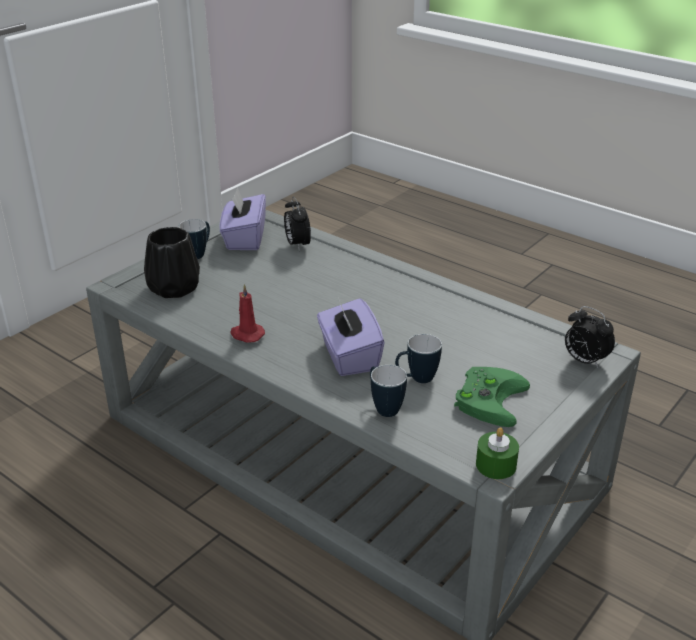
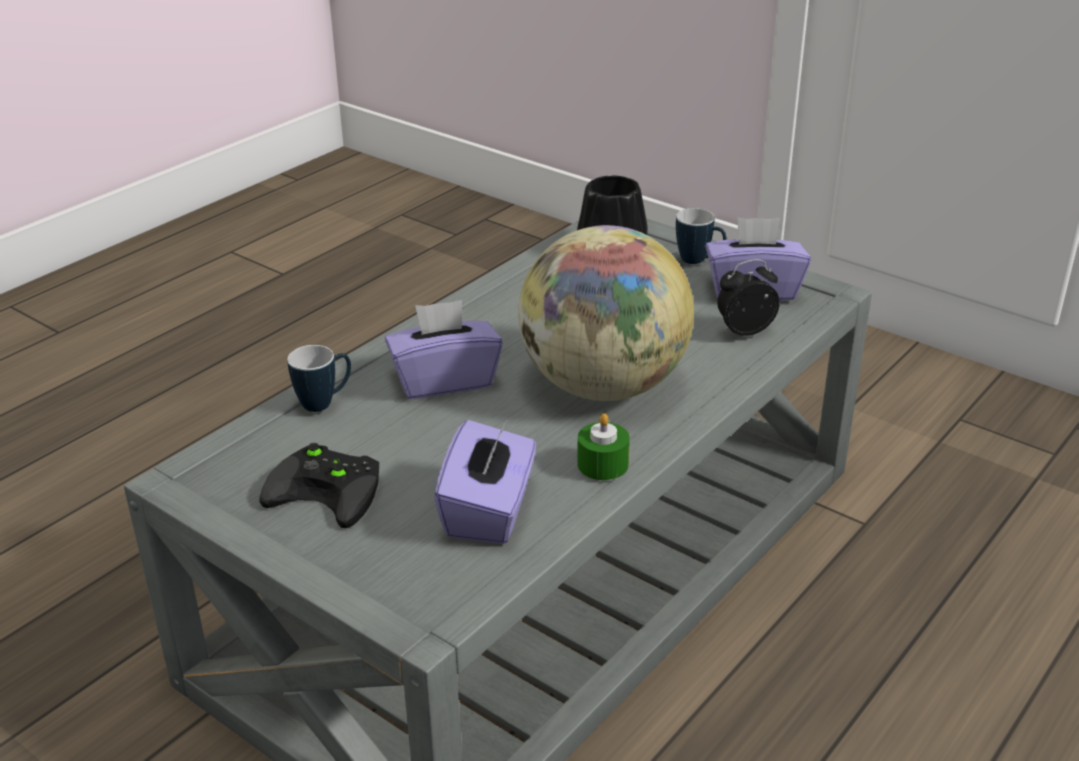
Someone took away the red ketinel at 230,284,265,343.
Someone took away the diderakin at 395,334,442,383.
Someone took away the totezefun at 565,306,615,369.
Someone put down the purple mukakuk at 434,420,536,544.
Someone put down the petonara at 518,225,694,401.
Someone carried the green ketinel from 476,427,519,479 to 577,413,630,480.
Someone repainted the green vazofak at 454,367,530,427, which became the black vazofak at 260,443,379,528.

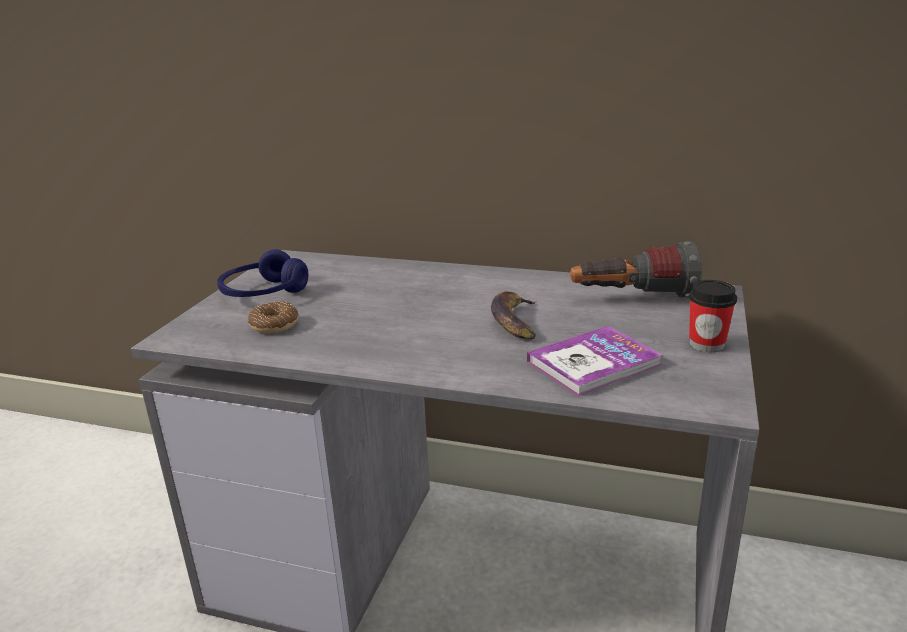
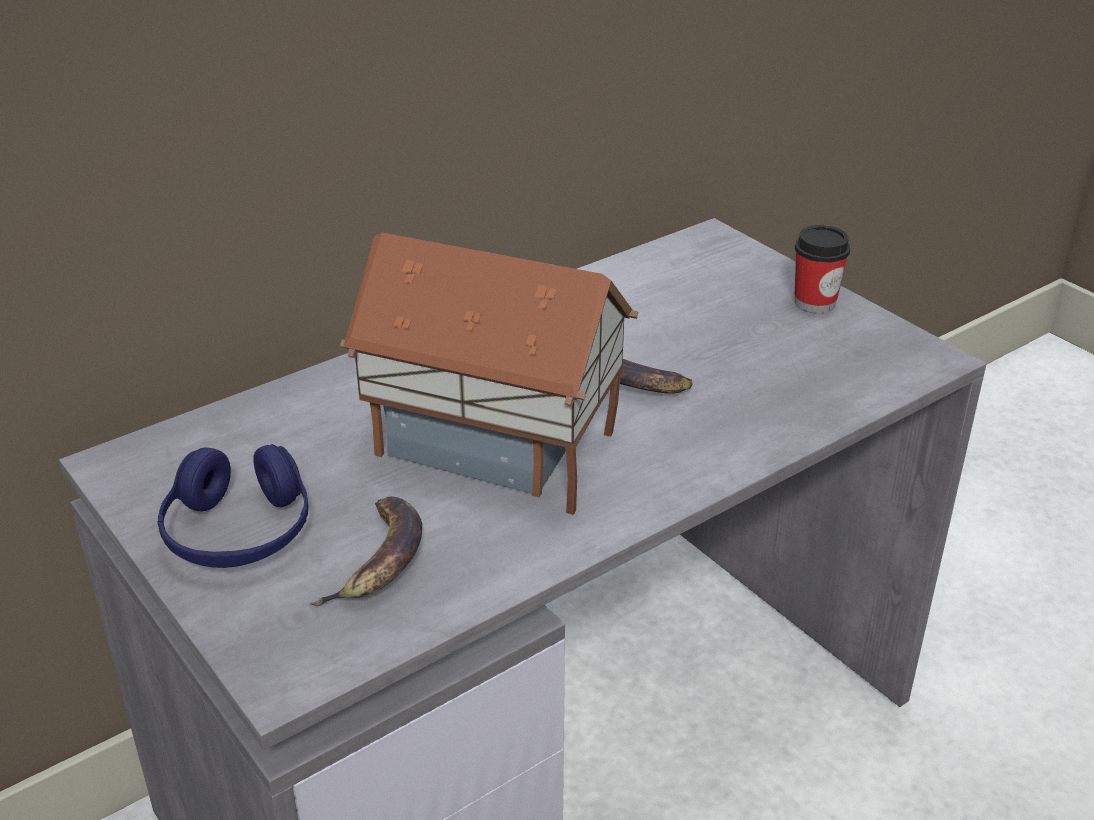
Someone took away the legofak at 527,326,663,396.
Someone took away the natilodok at 570,241,702,298.
Someone put down the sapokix at 340,233,639,515.
Someone swapped the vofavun at 248,301,299,333 for the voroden at 310,496,422,606.

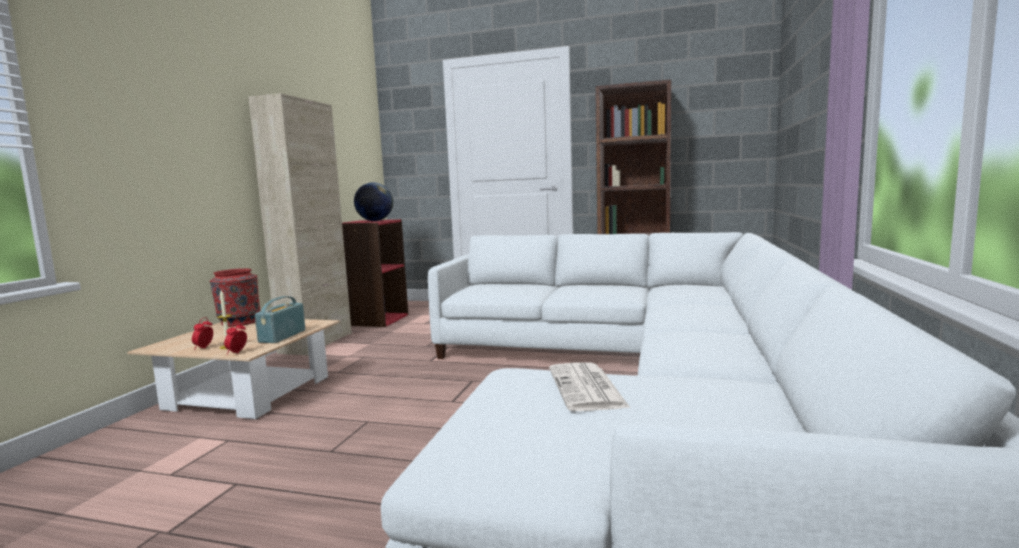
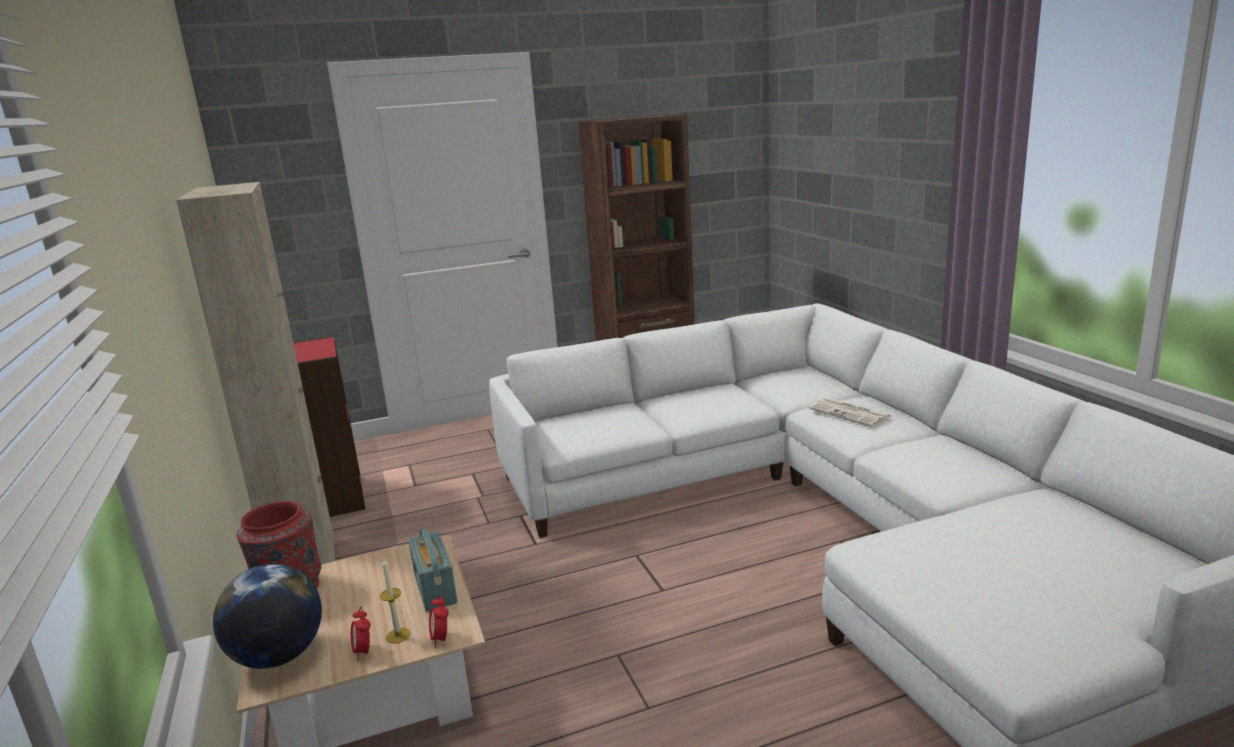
Someone carried the petonara from 354,182,393,221 to 213,564,322,669.
Someone carried the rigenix from 549,362,630,411 to 809,398,892,427.

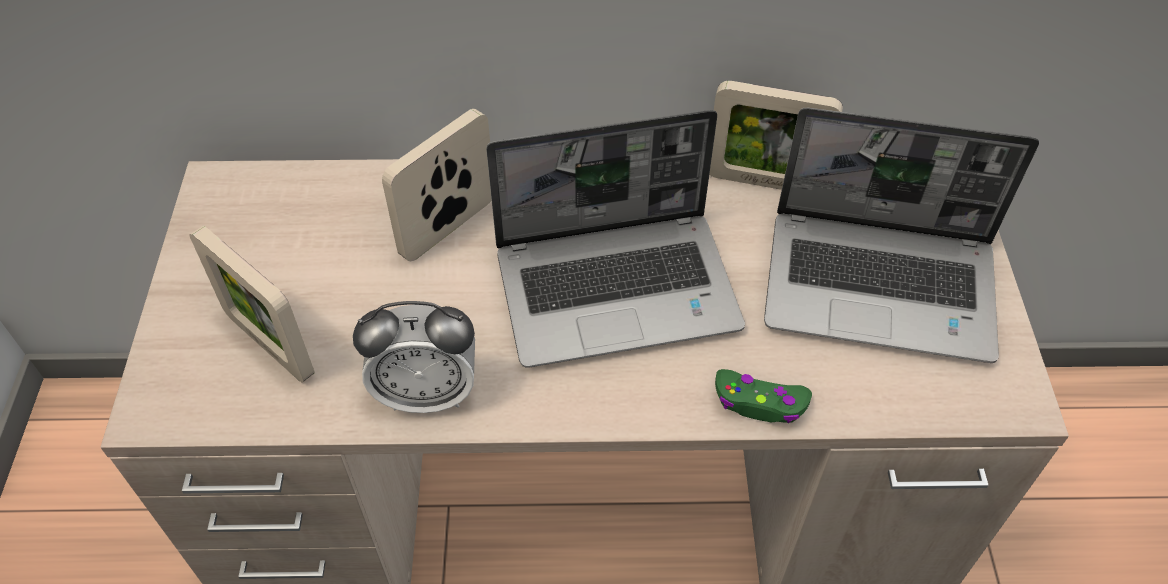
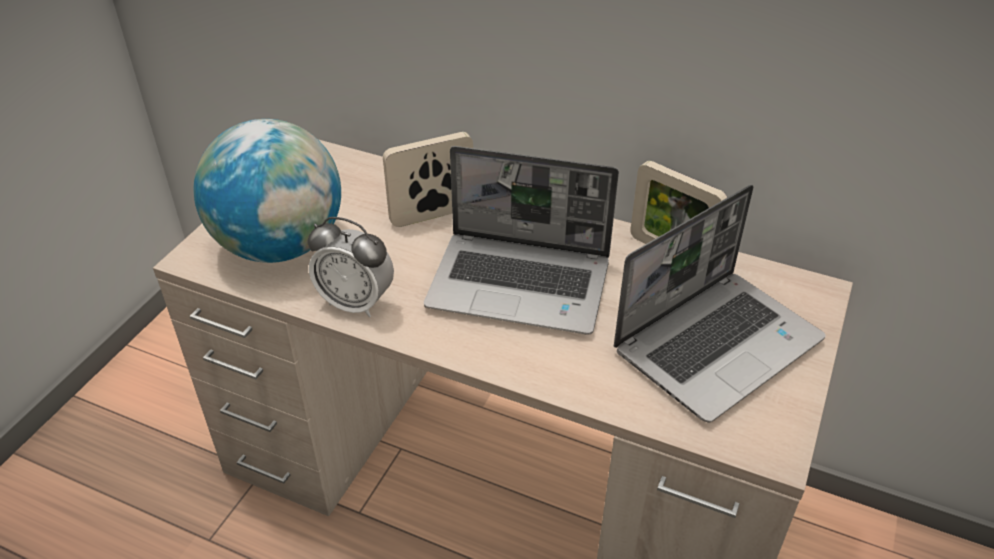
Someone took away the green vazofak at 715,369,812,423.
Someone swapped the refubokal at 190,226,315,382 for the petonara at 193,119,341,263.
Someone rotated the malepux at 764,108,1039,363 by 75 degrees counterclockwise.

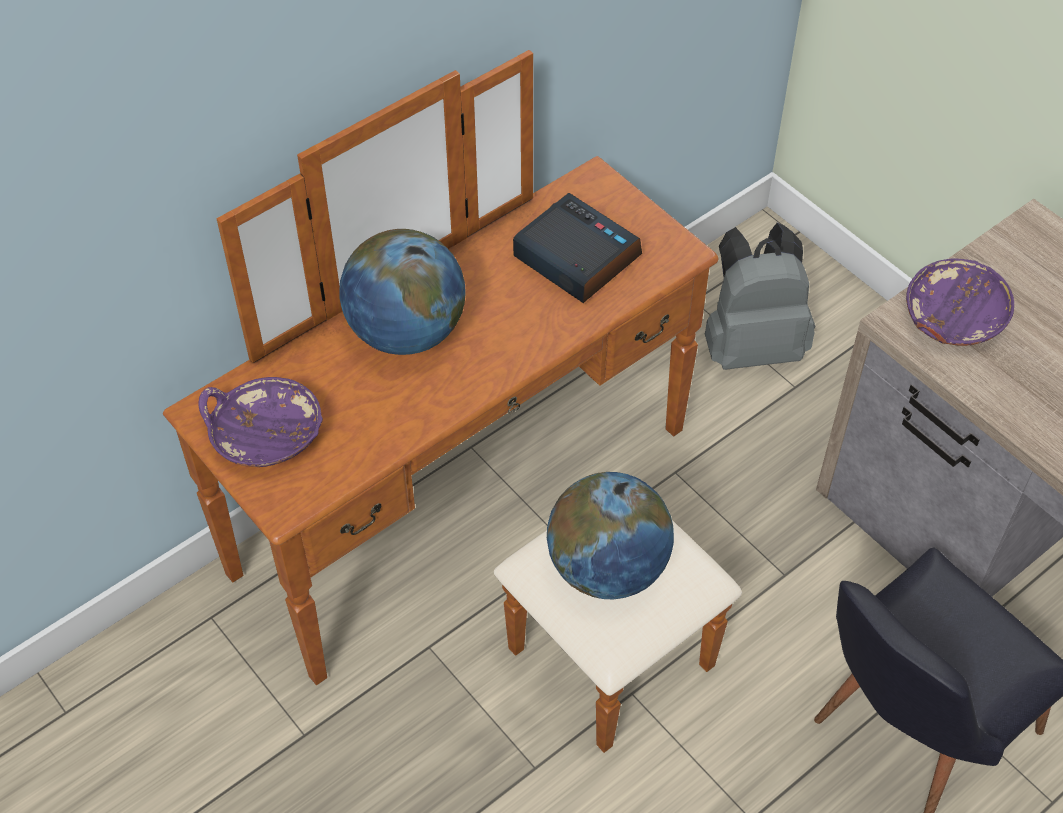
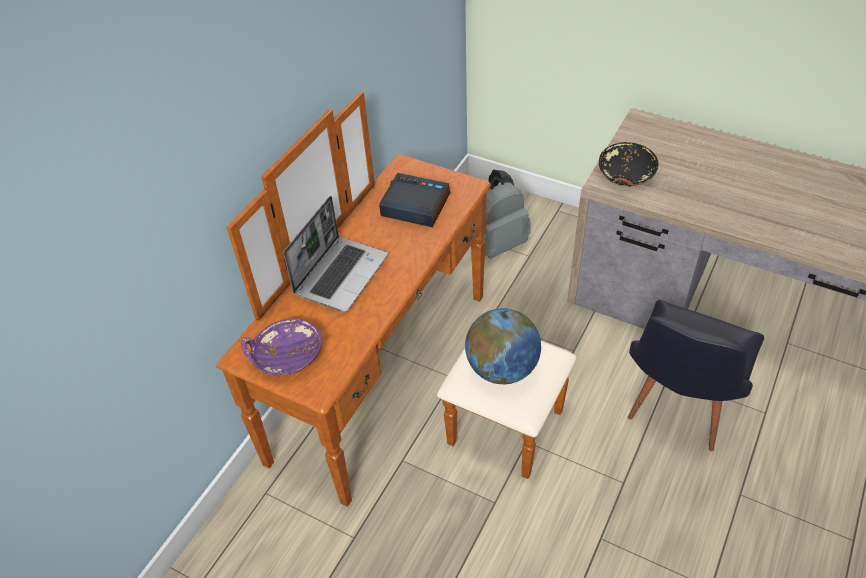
Someone swapped the petonara at 340,229,465,355 for the malepux at 283,196,388,312.
Someone repainted the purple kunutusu at 906,259,1014,346, which became the black kunutusu at 599,142,658,186.

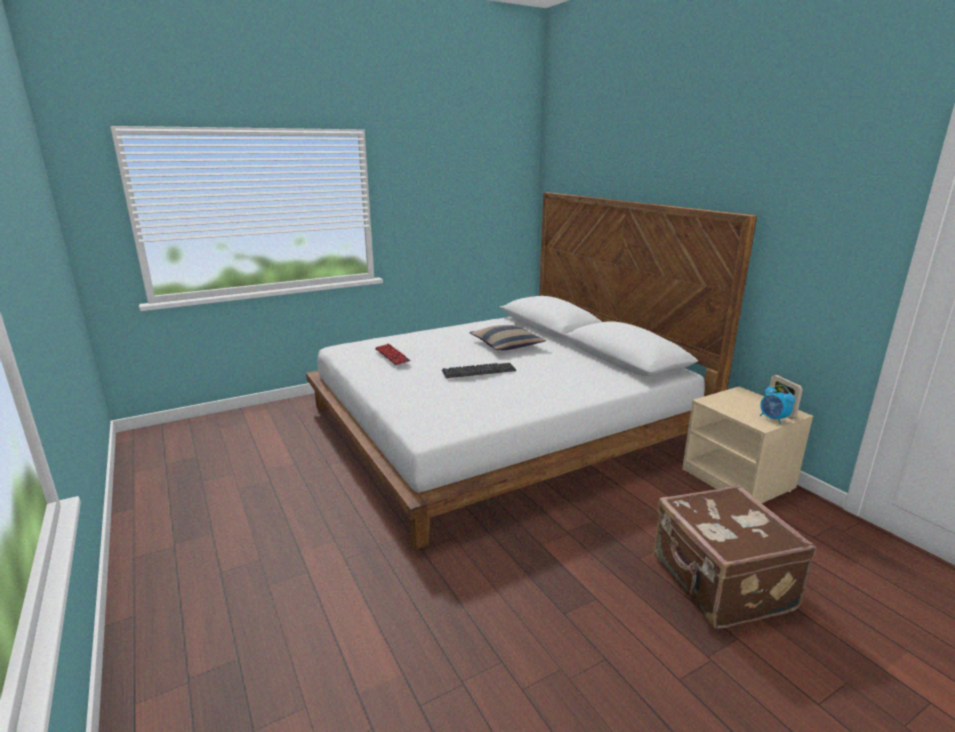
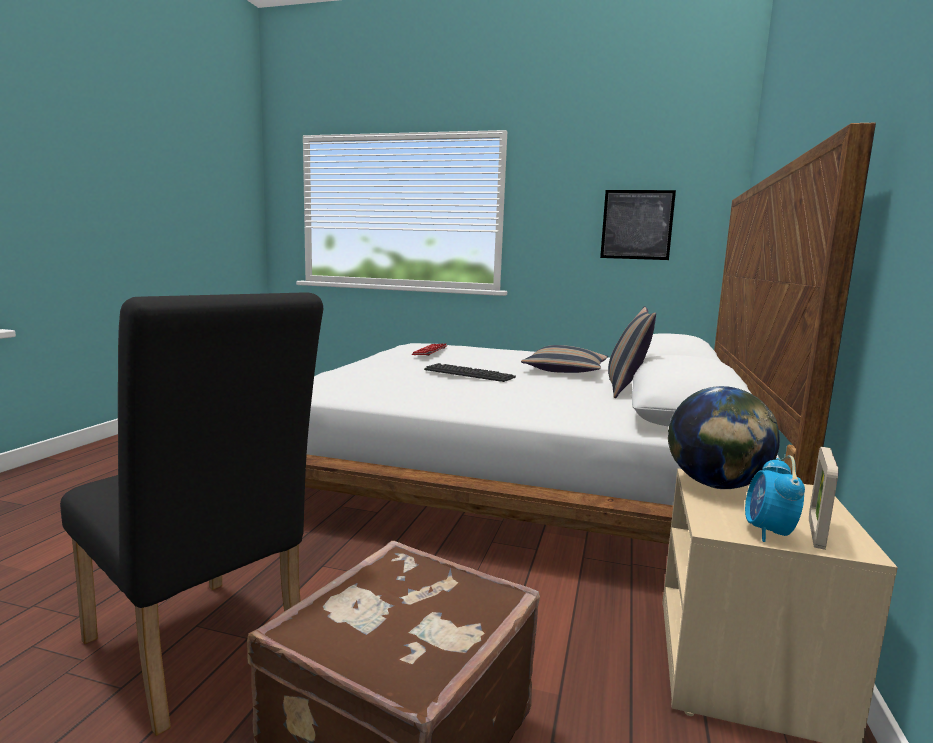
Someone put down the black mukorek at 60,292,323,736.
Someone put up the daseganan at 600,190,676,260.
Someone put down the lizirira at 608,306,656,398.
Someone put down the petonara at 668,386,780,489.

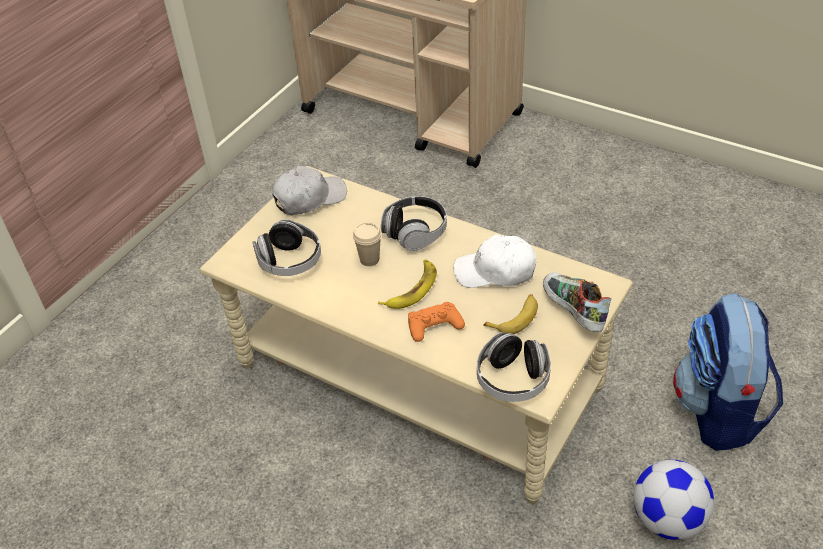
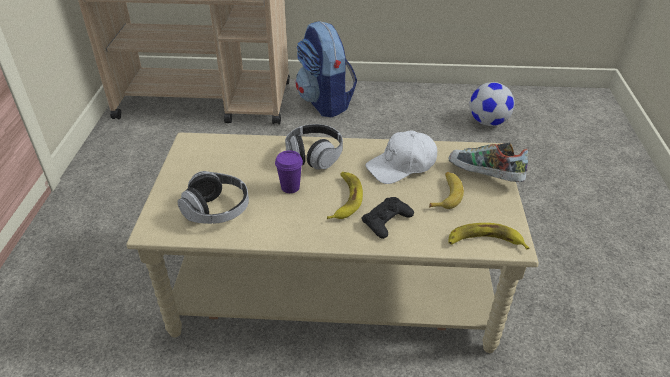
Someone took away the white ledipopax at 272,166,347,215.
Someone carried the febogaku from 633,460,714,540 to 469,82,515,126.
Someone carried the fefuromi from 673,293,783,451 to 296,21,357,117.
Someone swapped the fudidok at 477,332,551,402 for the voroden at 448,223,529,250.
Someone repainted the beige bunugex at 353,222,382,266, which became the purple bunugex at 275,150,303,193.
Someone repainted the orange vazofak at 408,302,465,342, which became the black vazofak at 362,197,414,239.

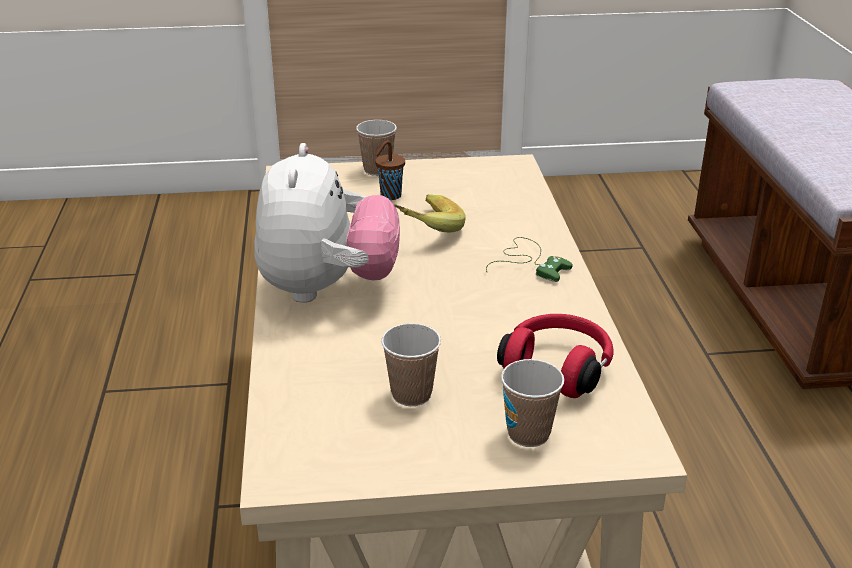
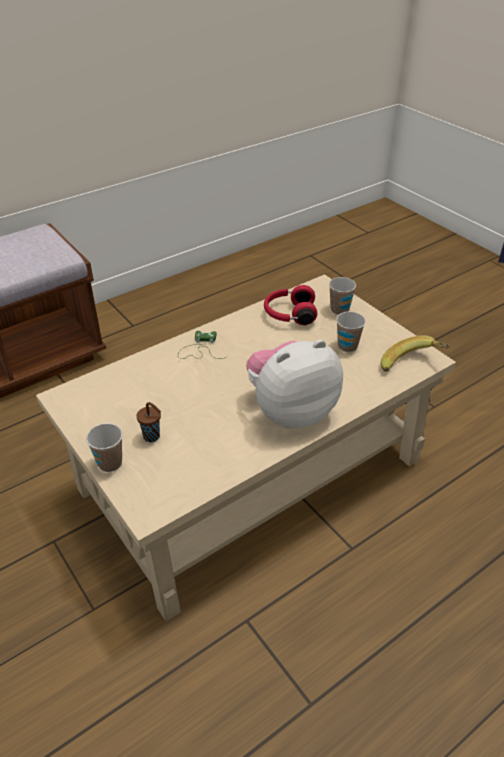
Someone carried the voroden from 393,194,465,232 to 381,335,450,372.

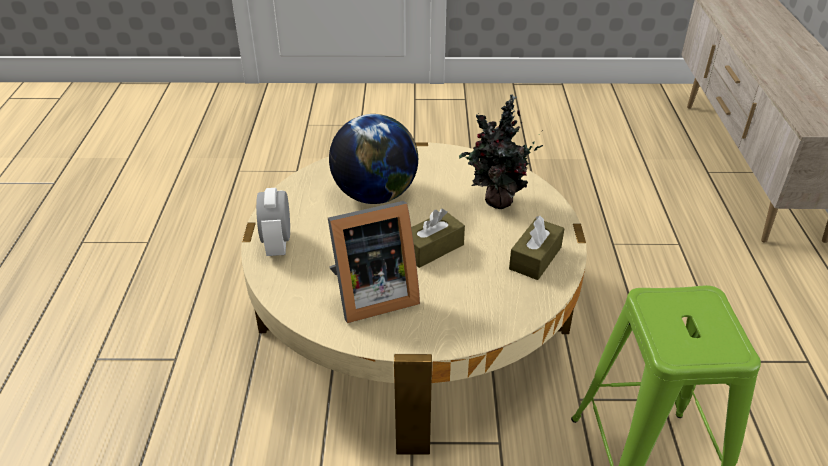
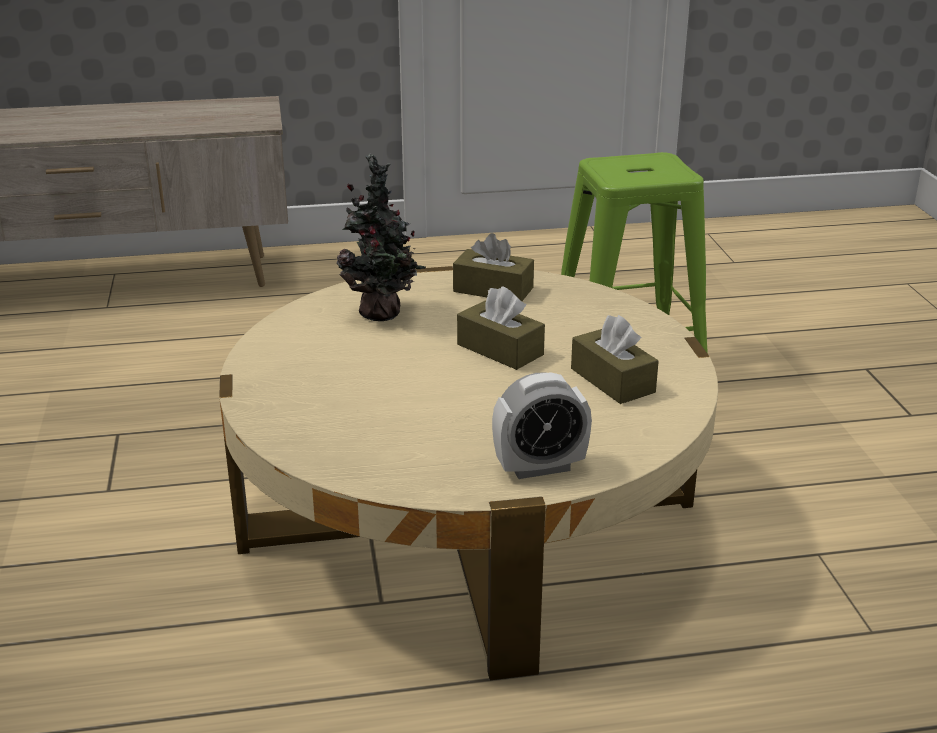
Someone took away the petonara at 329,114,418,204.
Someone swapped the refubokal at 328,201,420,323 for the brown mukakuk at 571,315,659,404.

